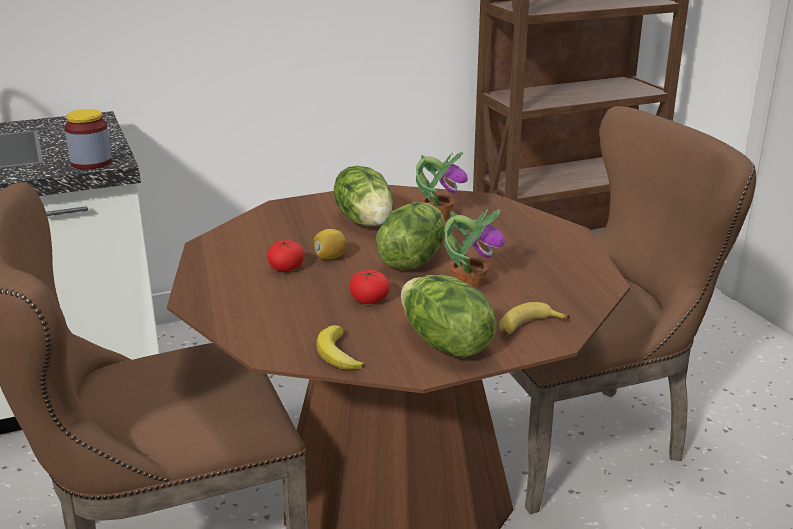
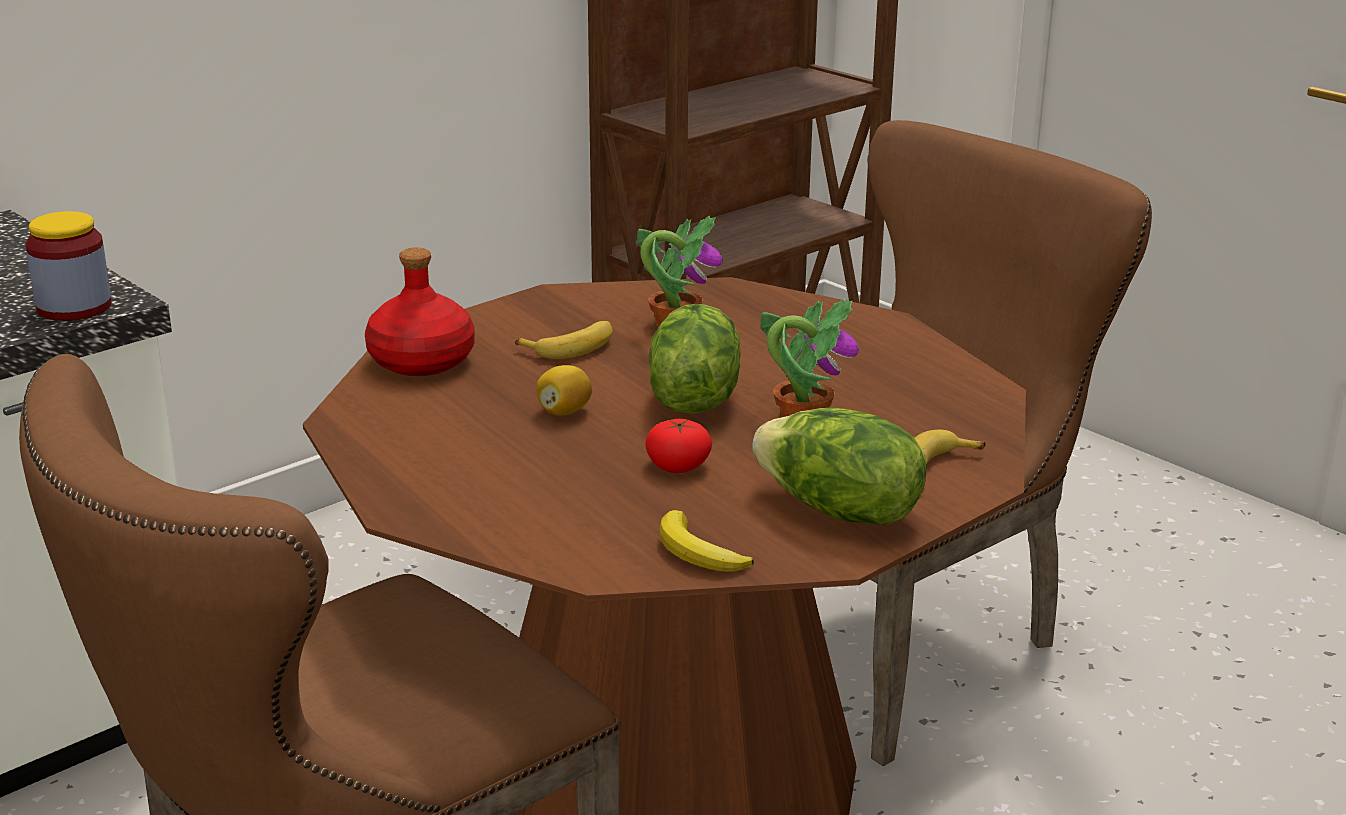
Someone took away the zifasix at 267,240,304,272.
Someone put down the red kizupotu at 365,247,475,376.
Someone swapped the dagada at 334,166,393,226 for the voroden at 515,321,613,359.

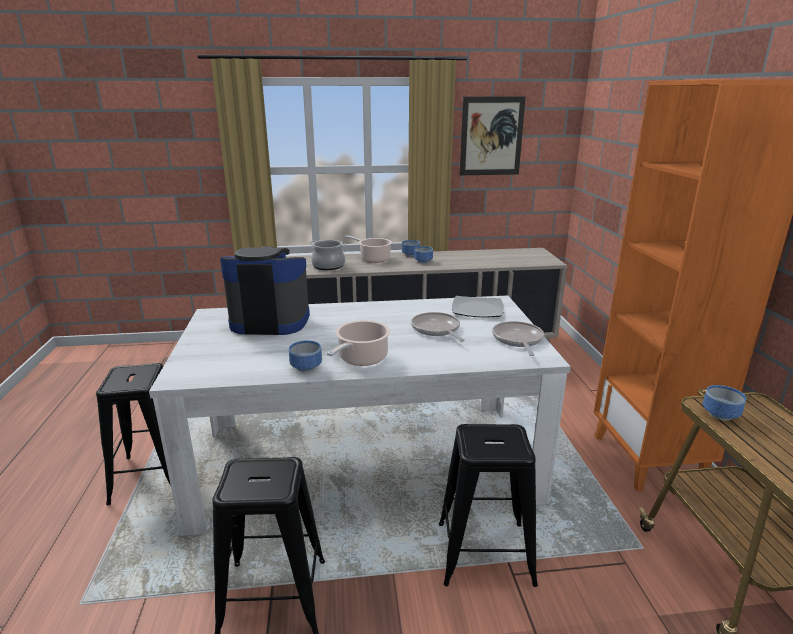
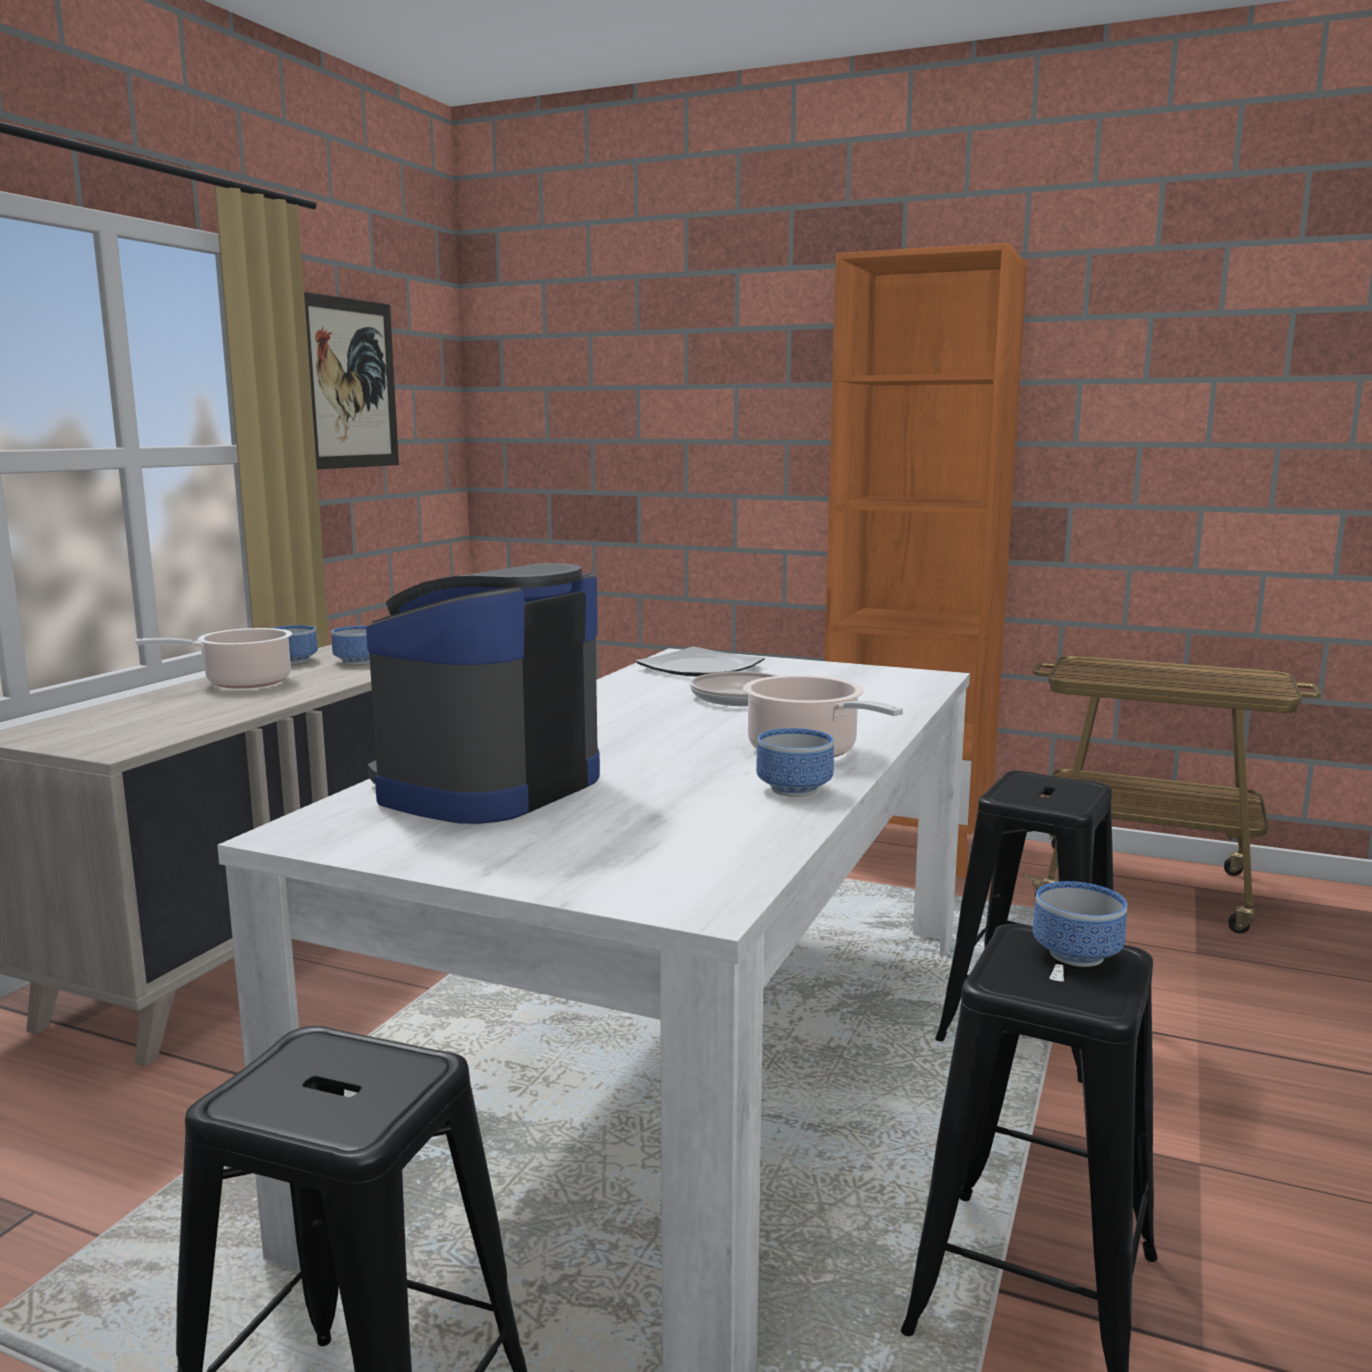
Someone took away the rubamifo at 309,240,346,270.
Someone took away the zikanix at 492,321,544,356.
Someone carried the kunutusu from 703,385,746,421 to 1033,881,1127,967.

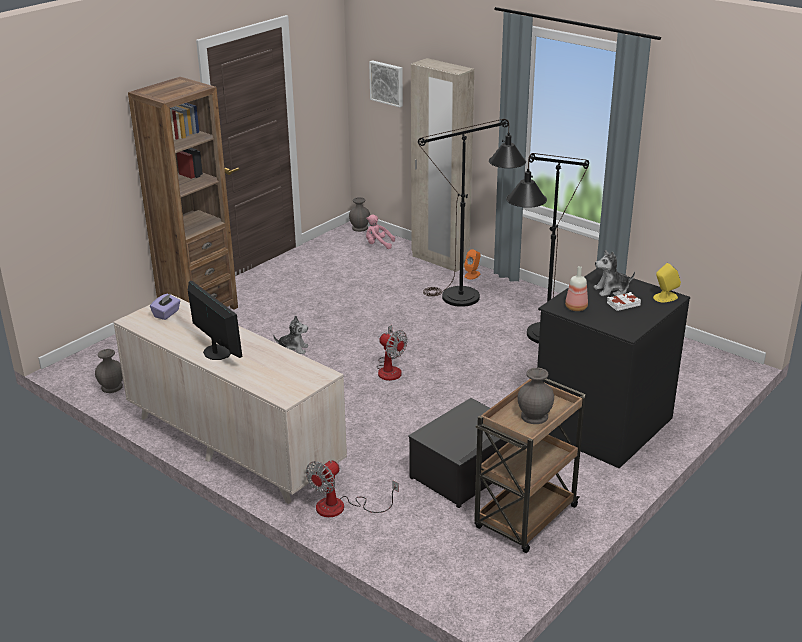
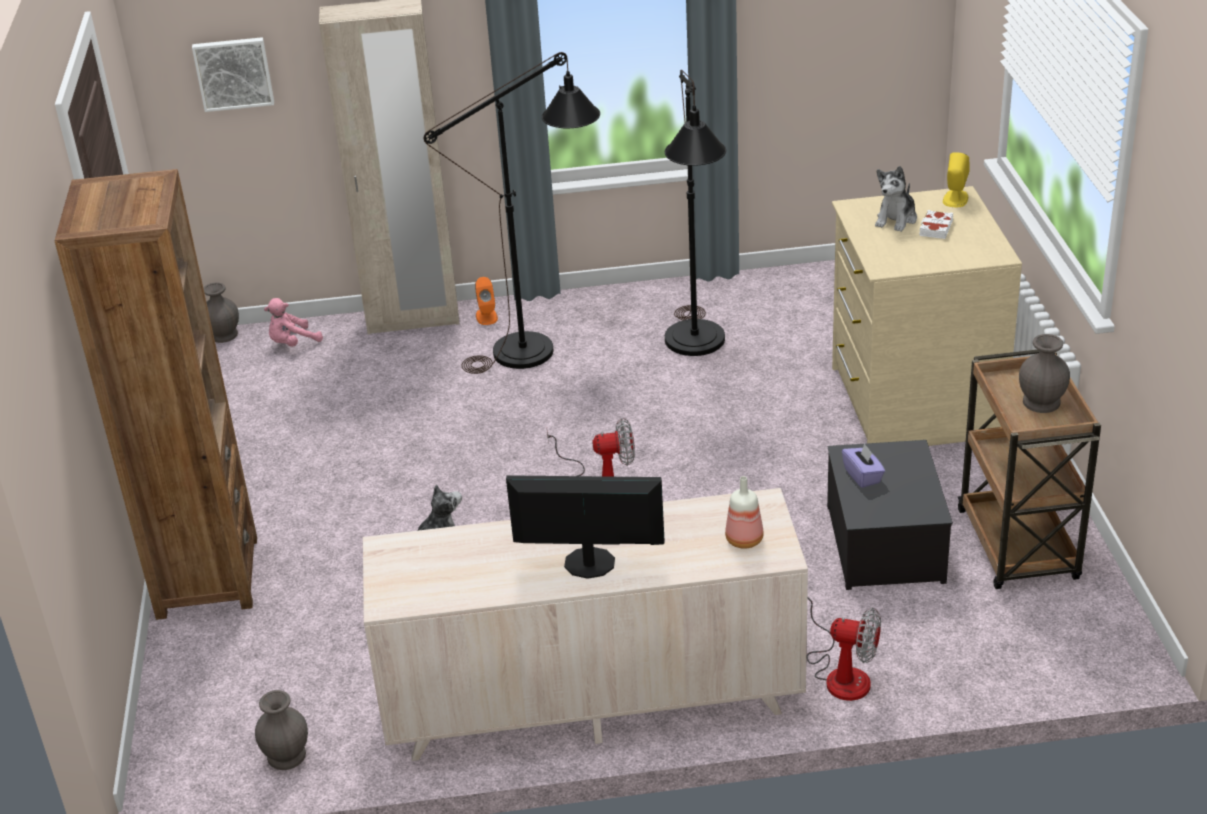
Someone carried the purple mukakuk from 150,293,180,320 to 842,443,885,488.
Someone carried the kizupotu from 565,266,588,311 to 725,476,764,549.
Someone repainted the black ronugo at 537,268,690,468, which became the beige ronugo at 832,186,1022,446.
Someone rotated the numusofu at 306,460,399,517 by 60 degrees counterclockwise.

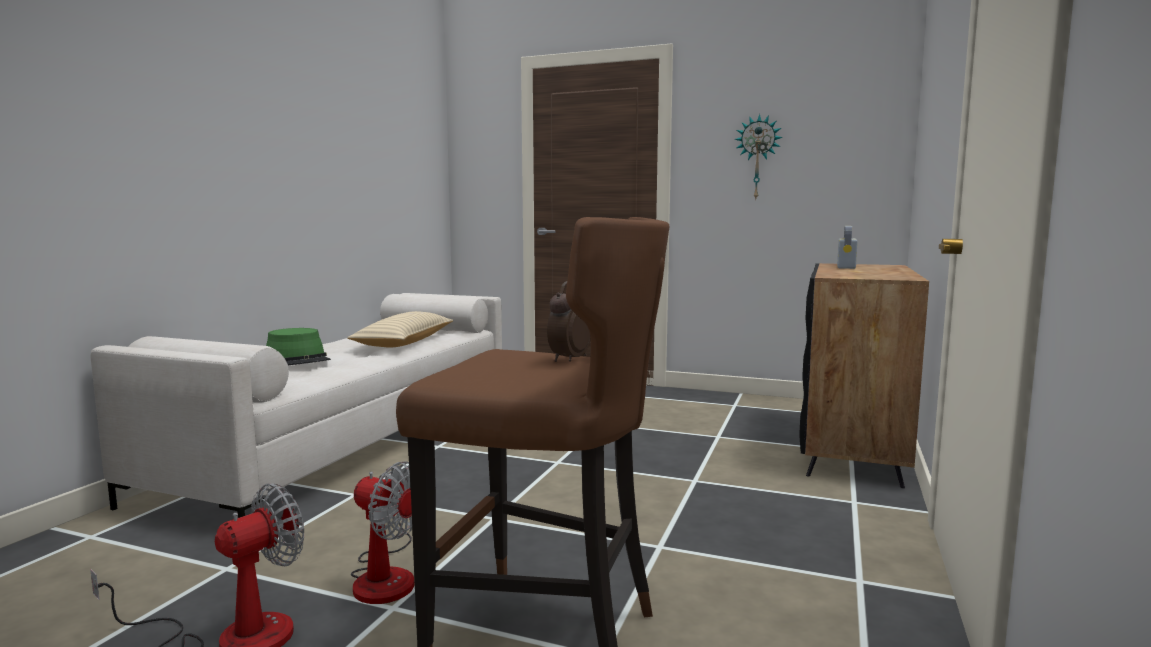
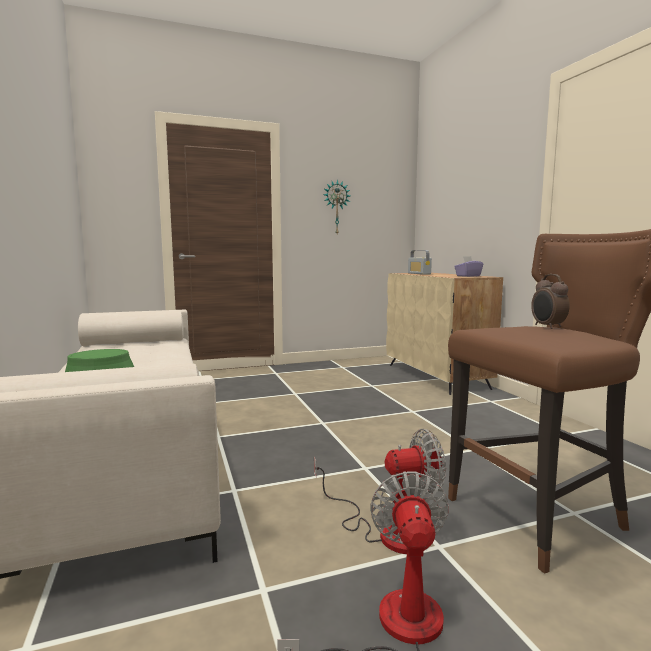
Someone took away the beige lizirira at 347,311,453,348.
Someone put down the purple mukakuk at 454,256,483,277.
Someone repainted the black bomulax at 799,263,929,488, which became the beige bomulax at 386,273,503,395.

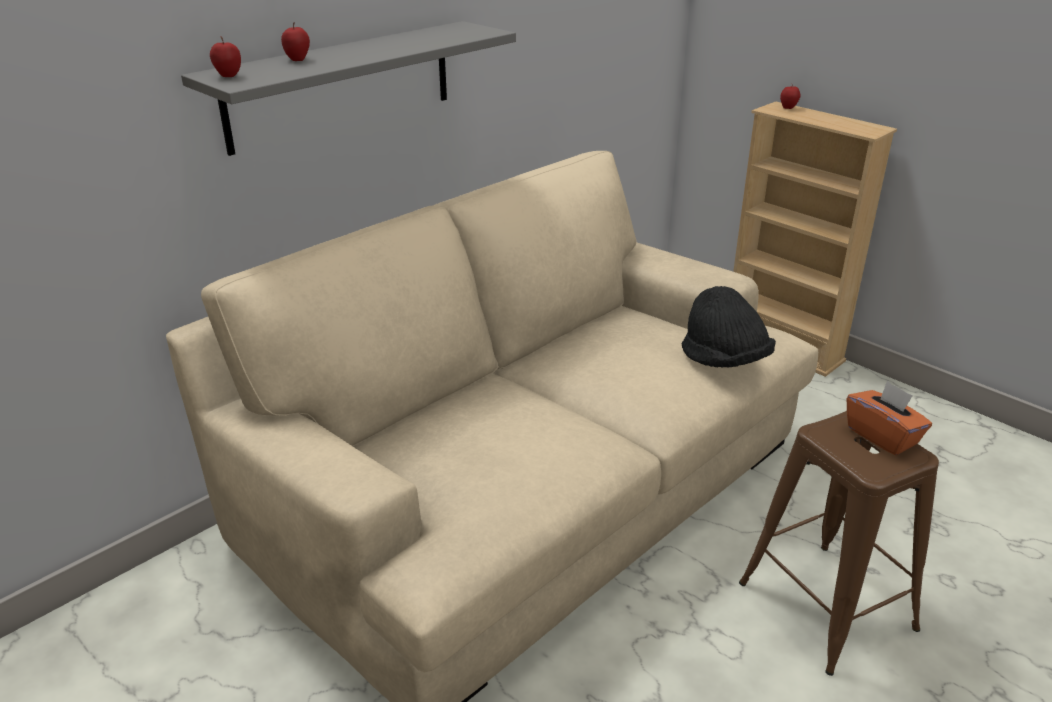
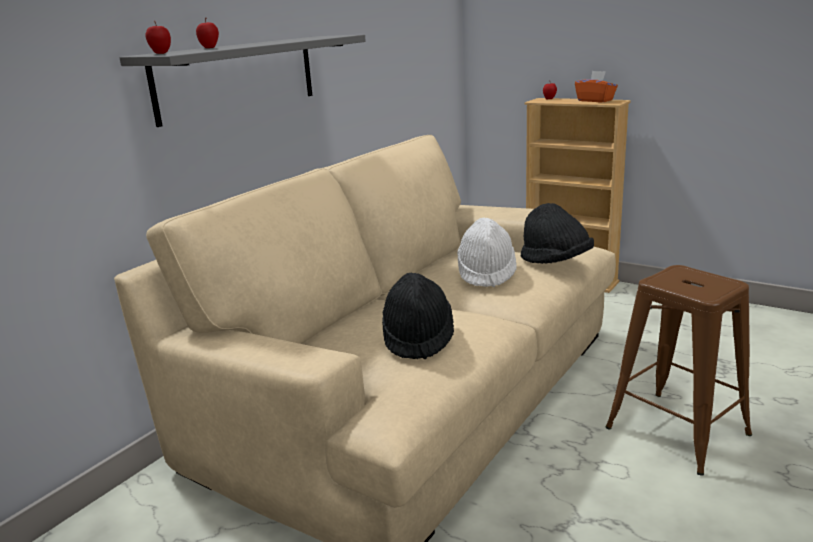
Someone put down the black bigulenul at 382,273,454,359.
Someone put down the white bigulenul at 457,218,517,287.
Someone carried the orange mukakuk from 847,381,932,455 to 575,71,618,102.

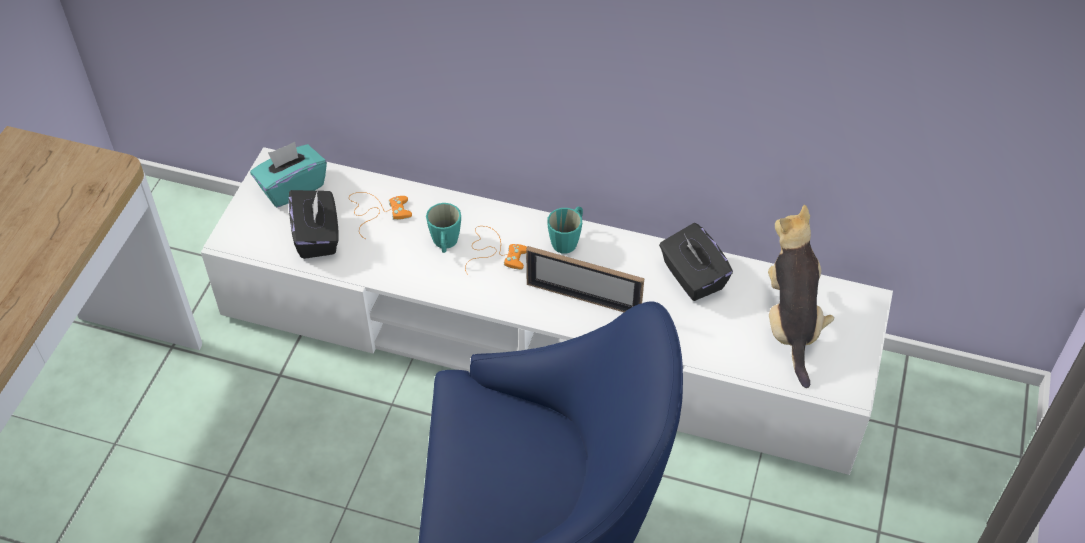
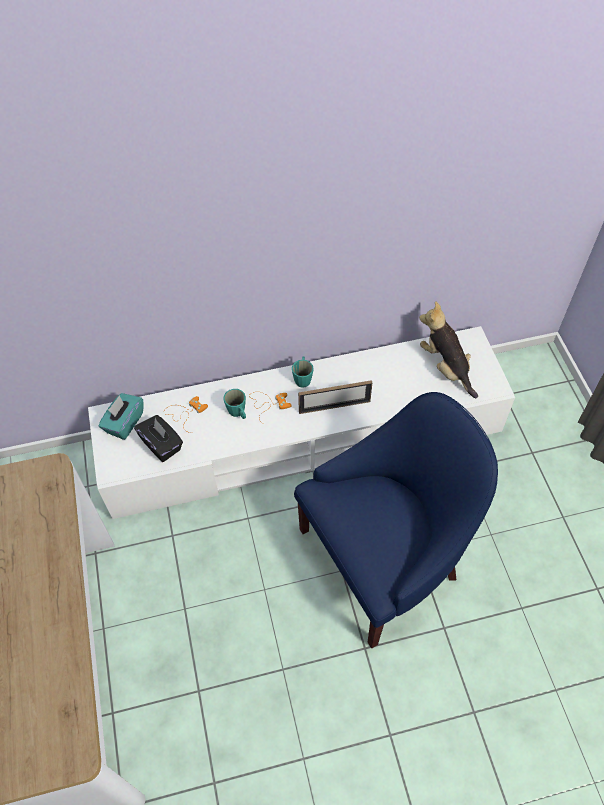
Someone took away the black mukakuk at 659,223,733,301.

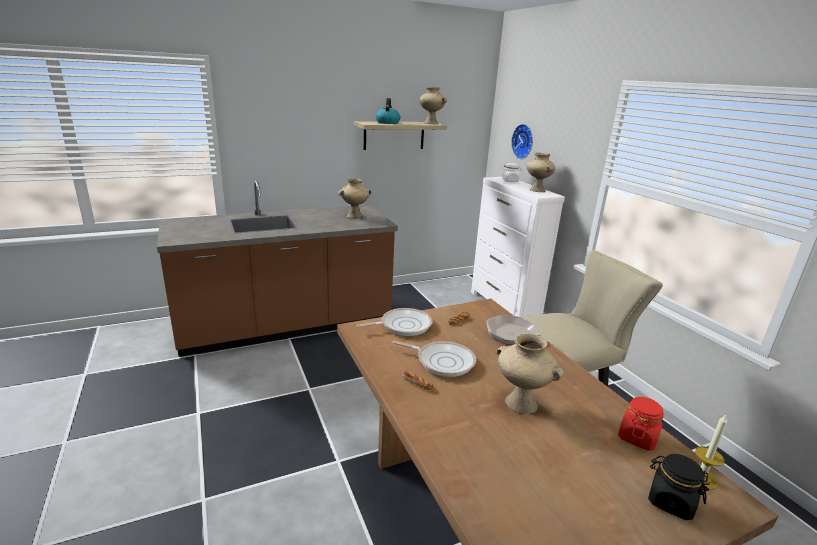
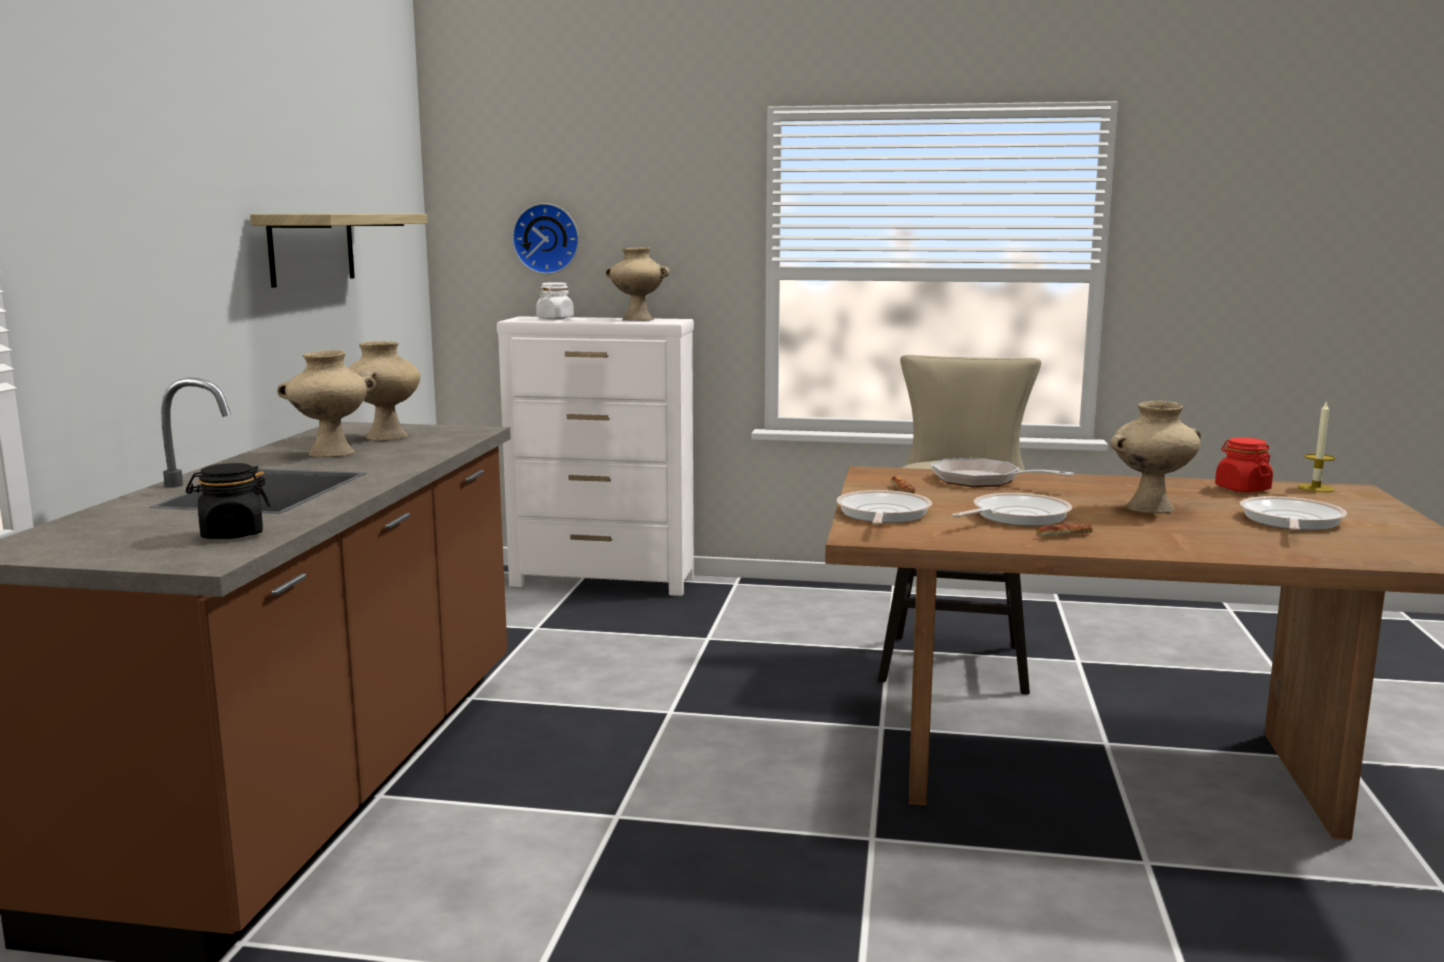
Someone took away the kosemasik at 376,98,400,124.
Someone put down the zikanix at 1240,496,1347,530.
Someone carried the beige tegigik from 419,87,447,125 to 277,350,376,457.
Someone carried the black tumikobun from 648,454,711,520 to 186,463,270,539.

